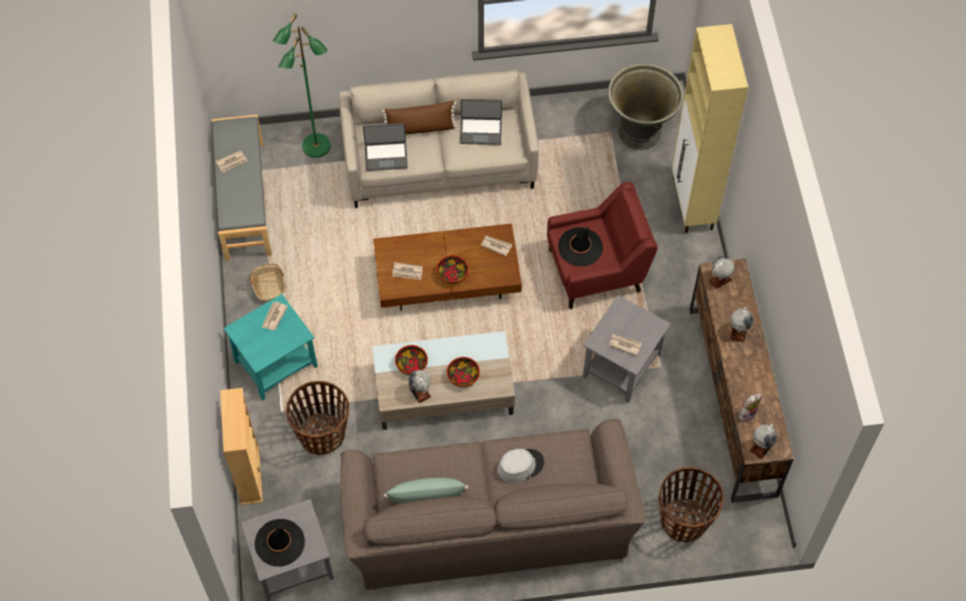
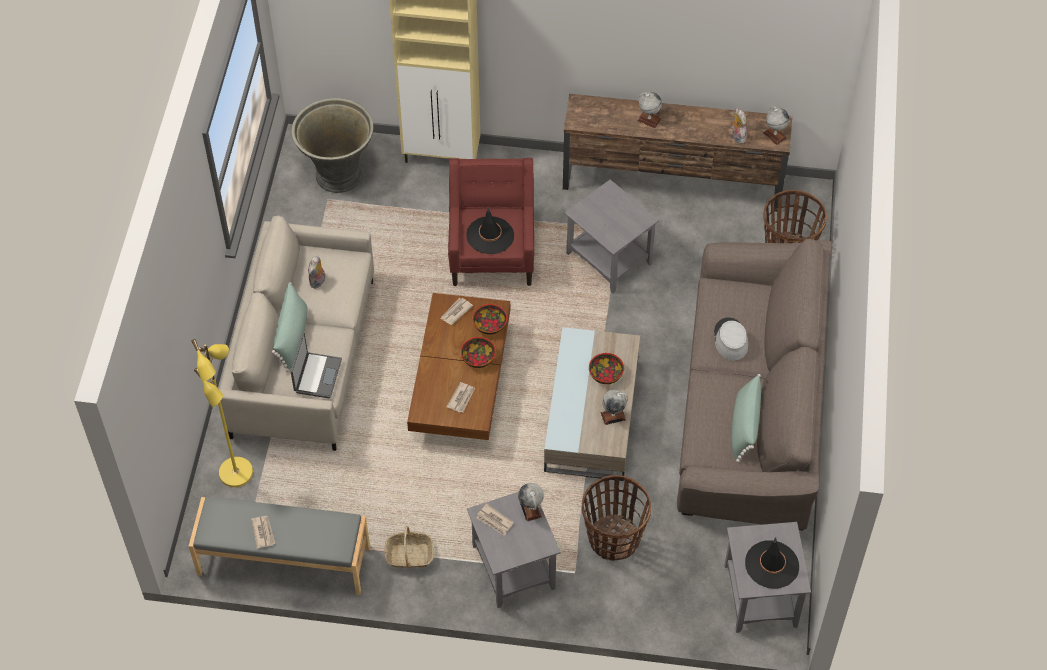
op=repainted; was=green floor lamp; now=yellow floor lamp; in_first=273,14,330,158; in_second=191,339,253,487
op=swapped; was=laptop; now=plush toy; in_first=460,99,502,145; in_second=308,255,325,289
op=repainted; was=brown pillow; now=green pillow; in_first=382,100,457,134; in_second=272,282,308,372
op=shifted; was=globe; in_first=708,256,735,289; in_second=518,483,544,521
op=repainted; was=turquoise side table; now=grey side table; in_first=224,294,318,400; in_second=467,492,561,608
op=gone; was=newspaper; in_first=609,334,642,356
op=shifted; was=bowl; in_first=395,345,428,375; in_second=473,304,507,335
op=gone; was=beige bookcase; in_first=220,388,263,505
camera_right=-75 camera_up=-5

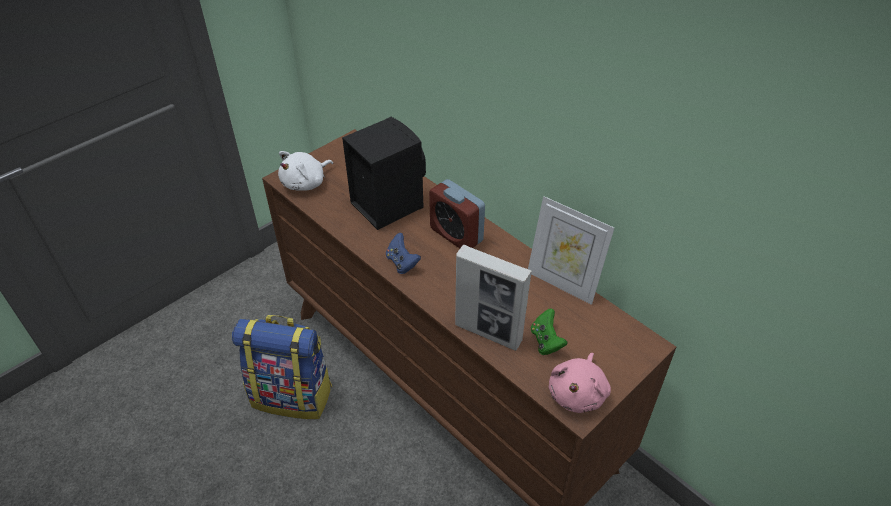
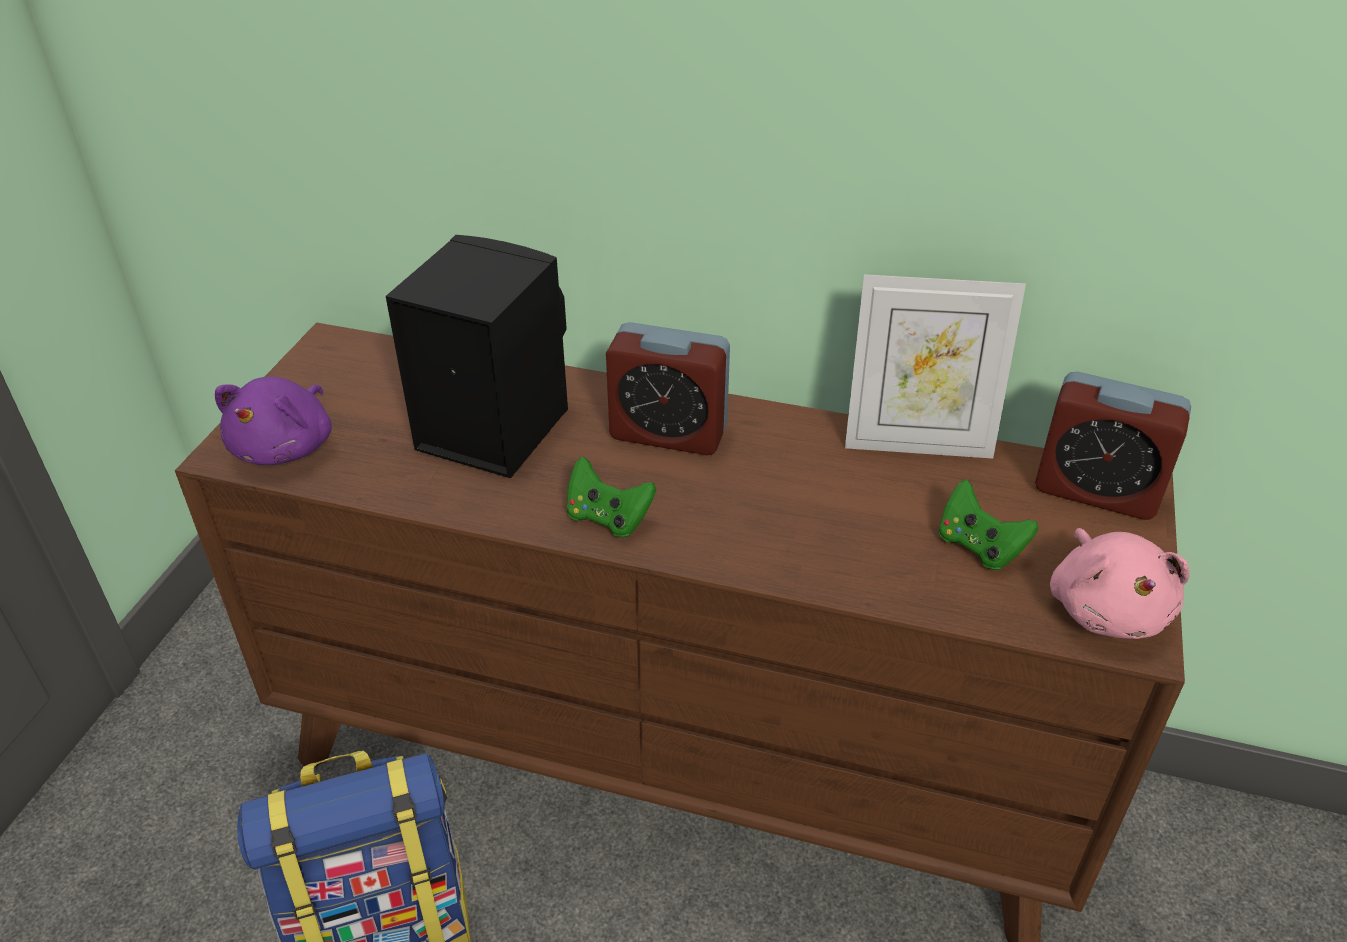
op=repainted; was=white plush toy; now=purple plush toy; in_first=278,151,333,191; in_second=215,376,332,465
op=repainted; was=blue game controller; now=green game controller; in_first=386,233,421,274; in_second=567,457,656,537
op=gone; was=picture frame; in_first=455,245,532,351
op=new; now=alarm clock; in_second=1035,372,1191,520
camera_right=-30 camera_up=-5

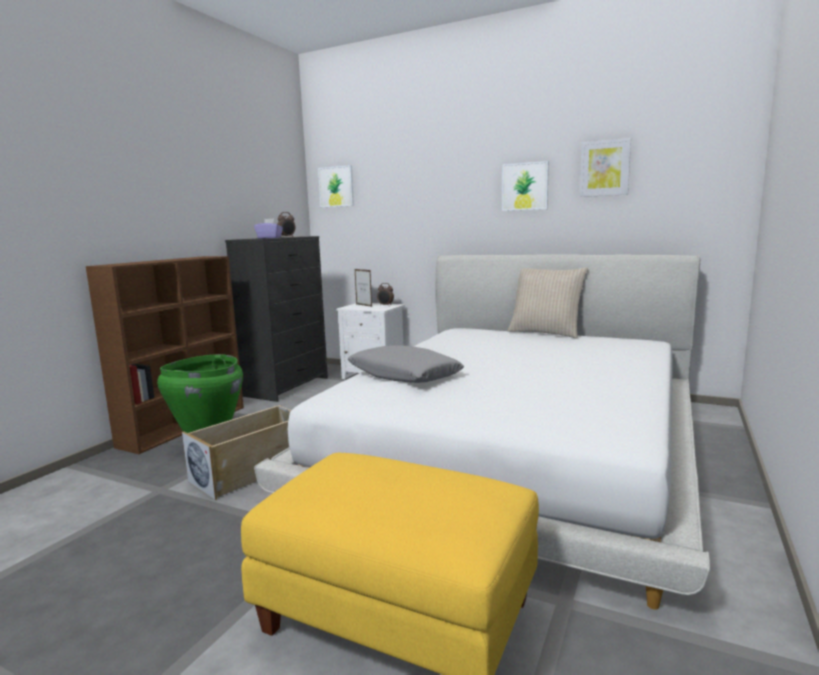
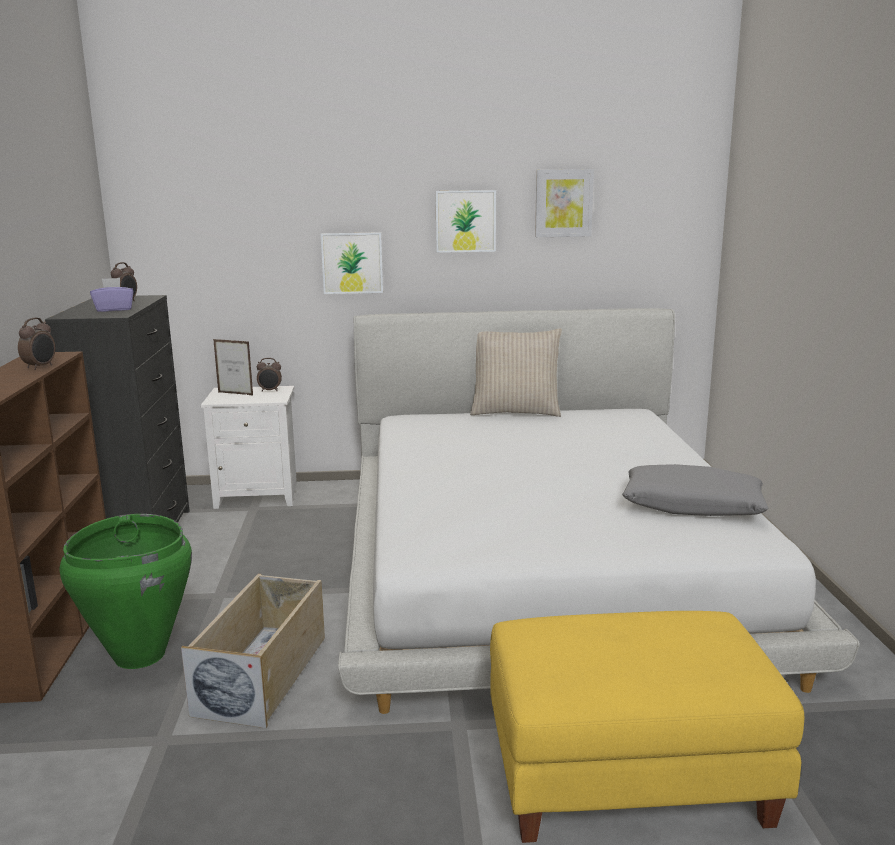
op=shifted; was=picture; in_first=318,165,354,207; in_second=321,232,383,294
op=shifted; was=grey pillow; in_first=348,345,464,383; in_second=622,464,768,516
op=new; now=alarm clock; in_second=18,318,55,370
camera_right=-30 camera_up=5

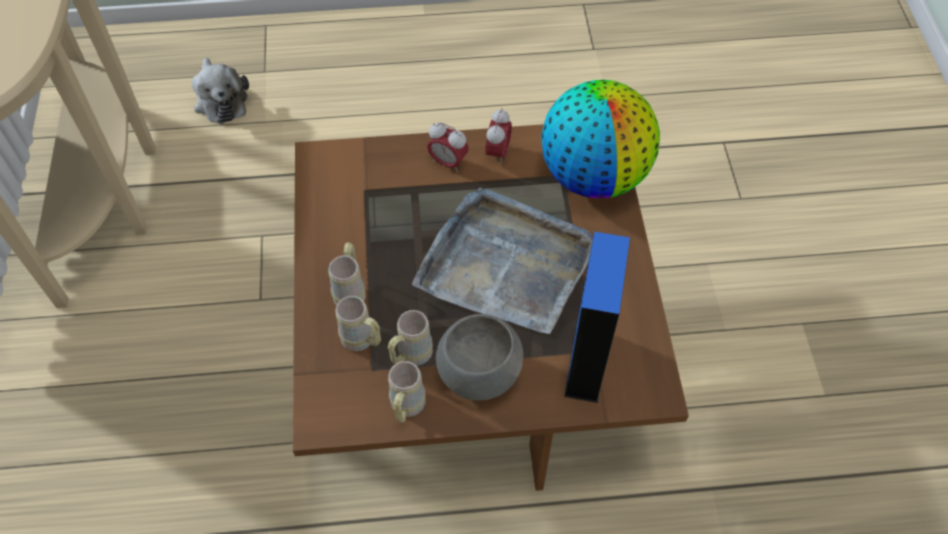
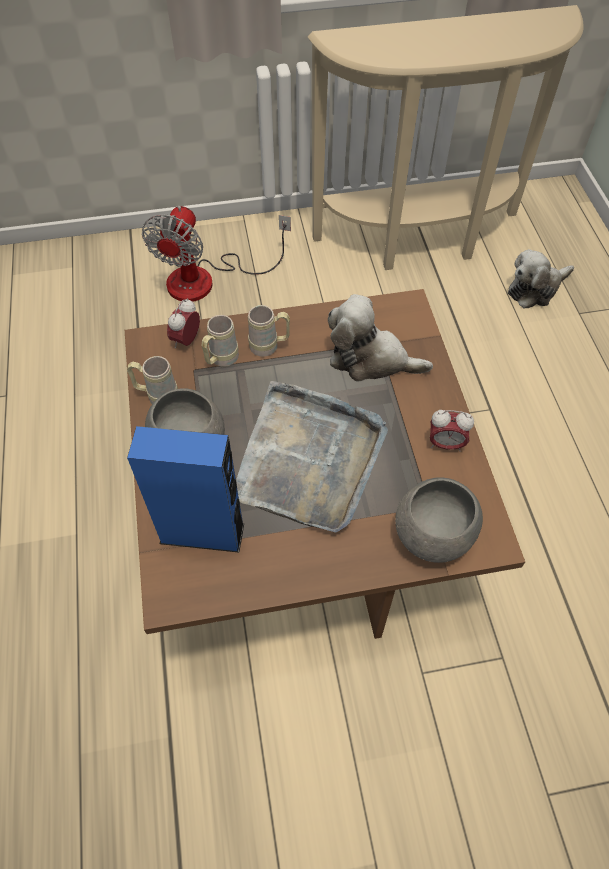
op=swapped; was=globe; now=grey bowl; in_first=541,80,660,198; in_second=395,477,483,563
op=shifted; was=alarm clock; in_first=427,123,469,172; in_second=167,298,200,348
op=gone; was=beige mug; in_first=388,310,433,366
op=new; now=fan; in_second=142,206,291,302
op=new; now=plush toy; in_second=328,294,433,381
camera_right=85 camera_up=0

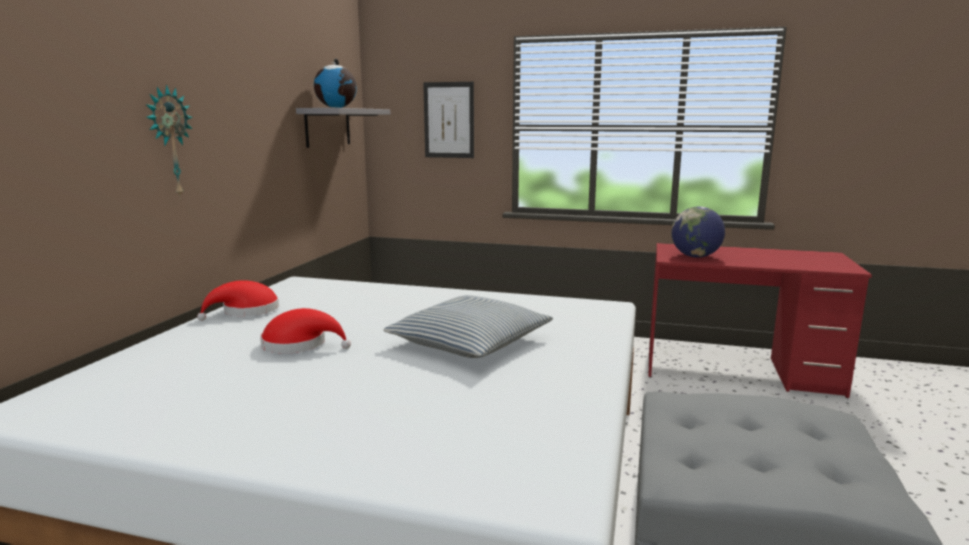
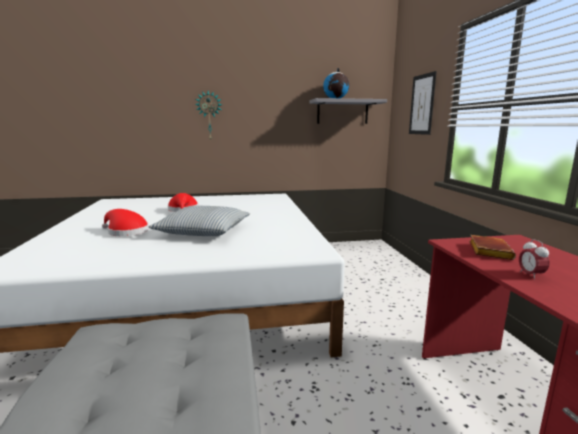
op=swapped; was=globe; now=brown book; in_first=671,206,725,258; in_second=469,235,516,260
op=shifted; was=red hat; in_first=197,280,279,321; in_second=102,209,149,236
op=new; now=alarm clock; in_second=519,239,549,280
camera_right=65 camera_up=0

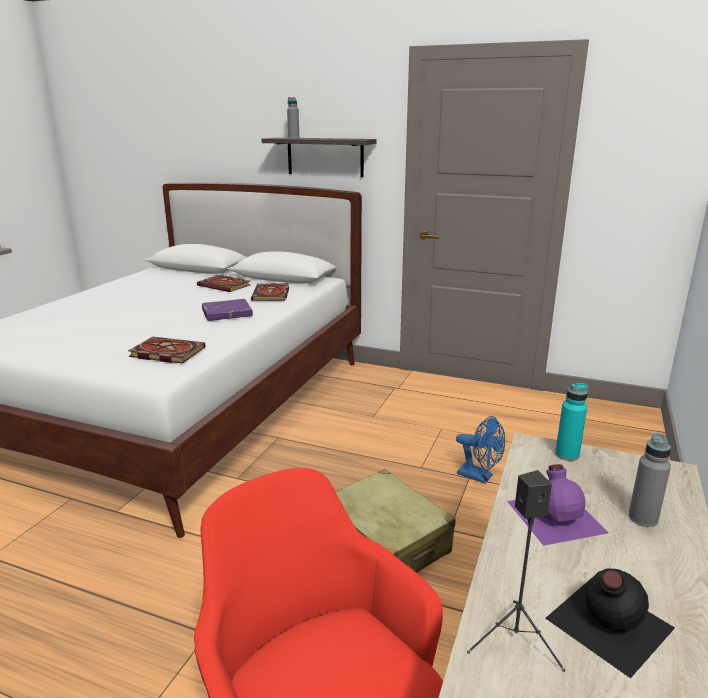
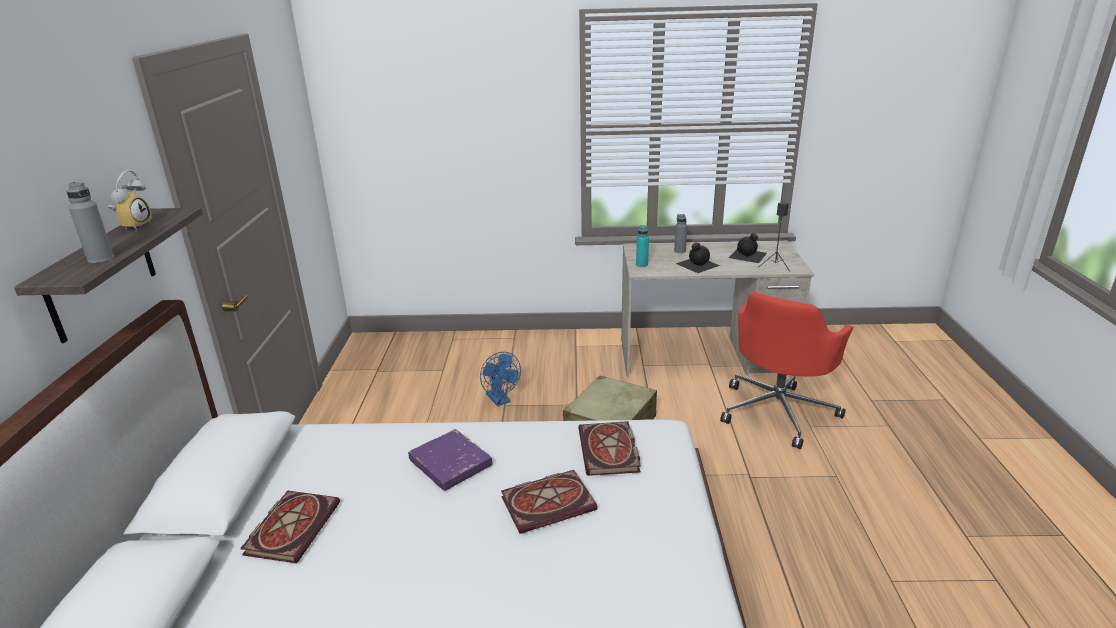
op=shifted; was=book; in_first=251,283,289,301; in_second=501,470,598,534
op=rotated; was=blue fan; in_first=456,416,505,484; in_second=480,352,521,406; clockwise=135
op=repainted; was=purple bottle; now=black bottle; in_first=507,464,608,546; in_second=676,242,720,273
op=new; now=alarm clock; in_second=108,170,152,230
camera_right=-110 camera_up=5

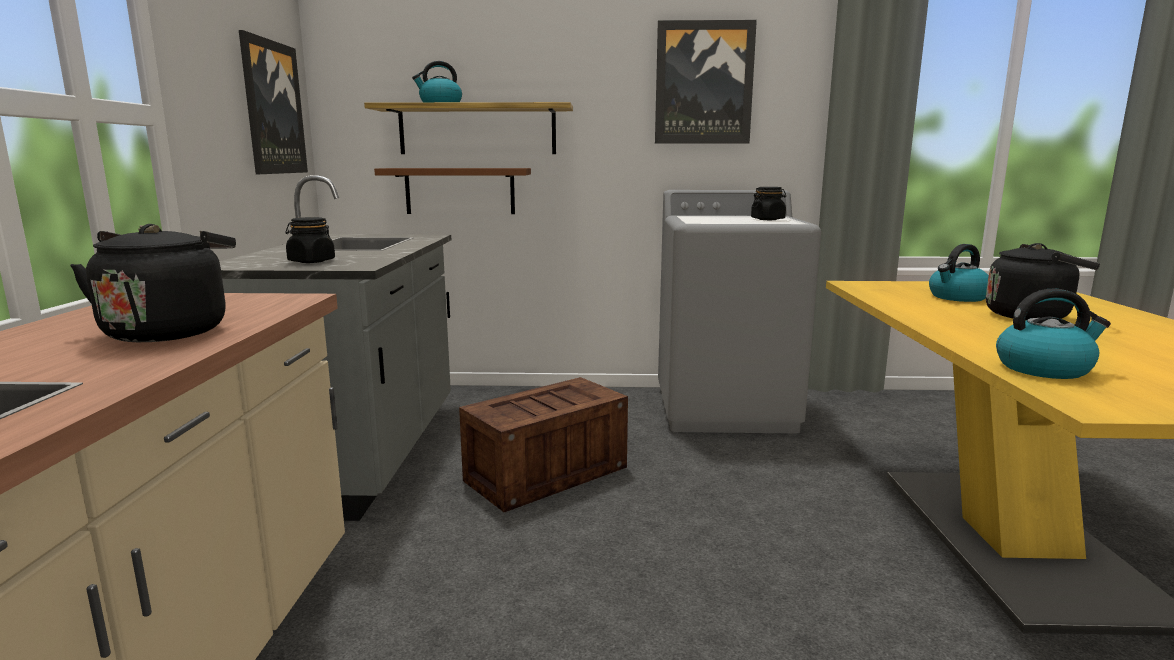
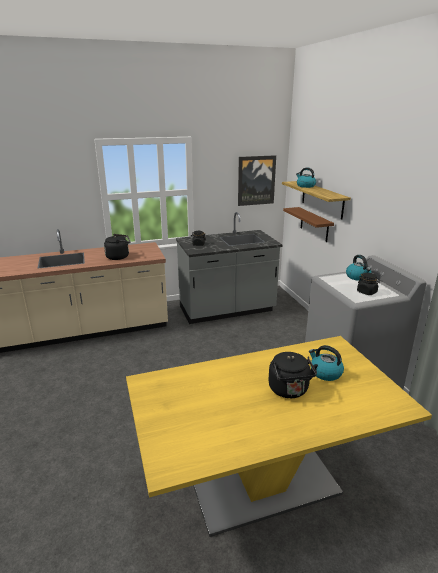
op=gone; was=picture; in_first=655,20,757,144
op=shifted; was=kettle; in_first=996,288,1111,379; in_second=346,255,372,281
op=gone; was=crate; in_first=459,377,628,512
camera_right=70 camera_up=10

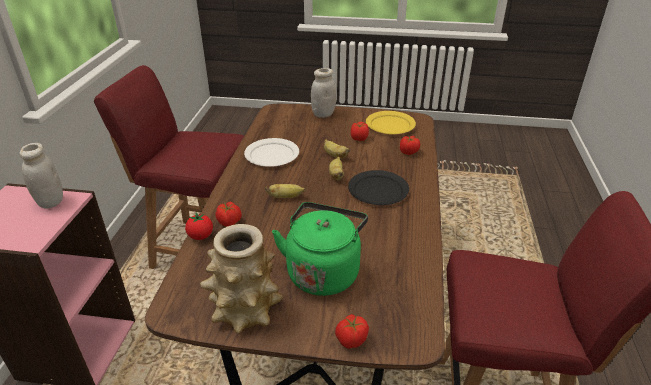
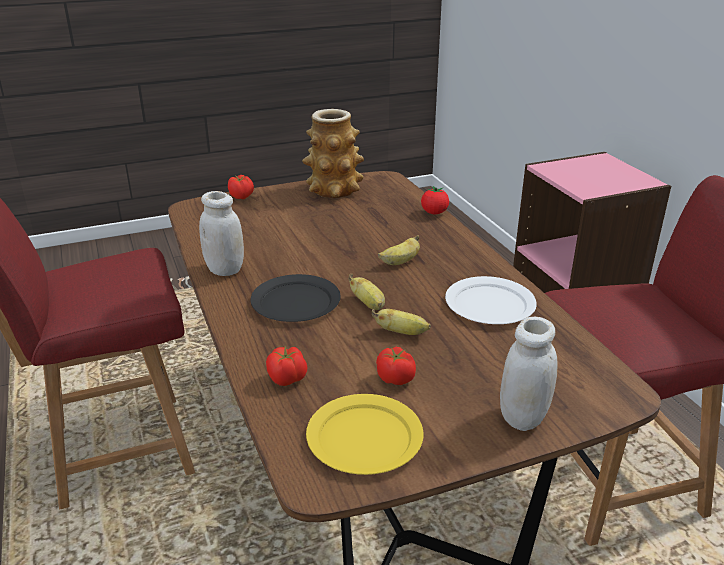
op=shifted; was=white jar; in_first=19,143,63,209; in_second=199,191,244,276
op=gone; was=tomato; in_first=215,202,242,227
op=gone; was=green kettle; in_first=272,202,368,296
camera_right=150 camera_up=-5

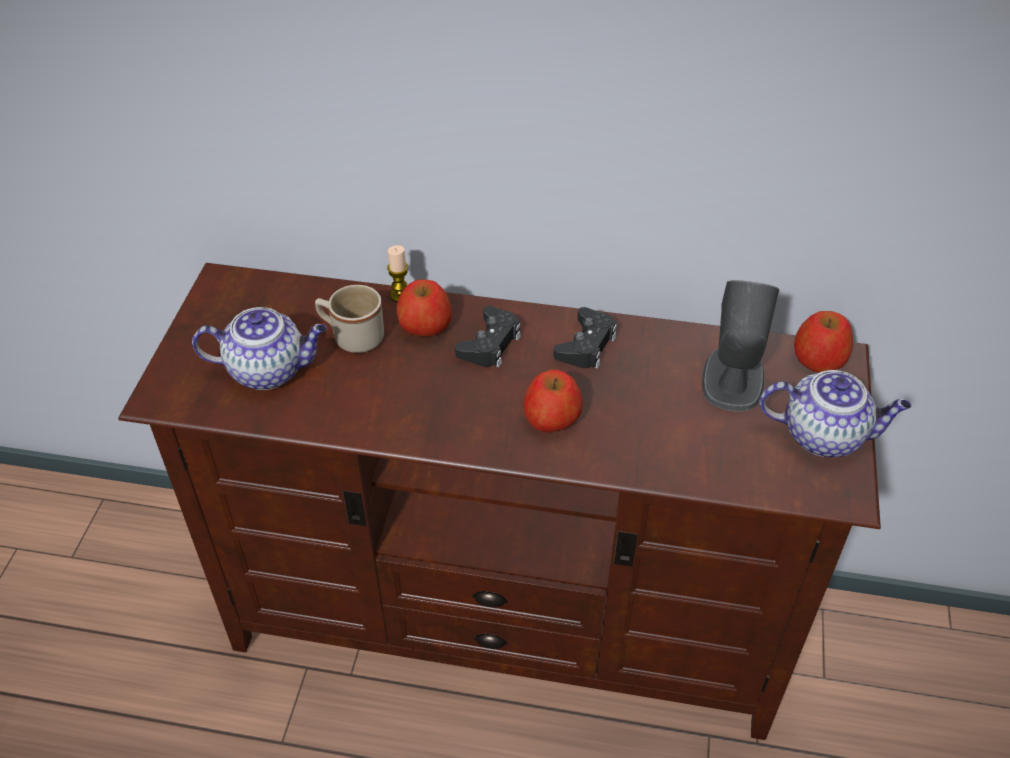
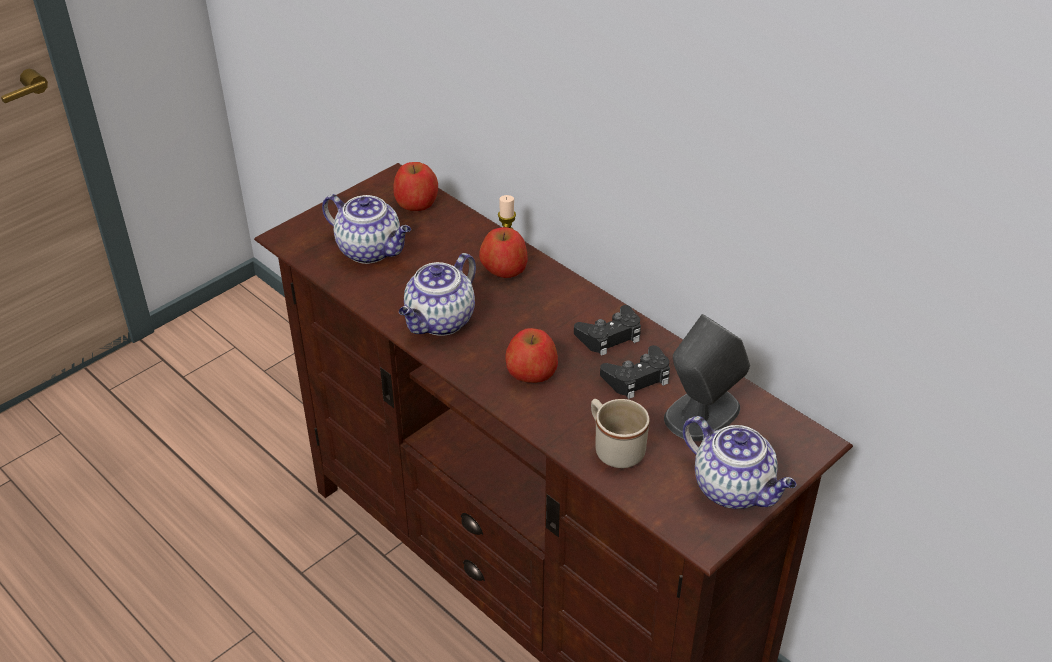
op=shifted; was=beige mug; in_first=315,285,384,353; in_second=591,399,650,468
op=shifted; was=black game controller; in_first=455,306,521,367; in_second=600,345,670,399
op=shifted; was=apple; in_first=794,311,853,372; in_second=393,162,438,211
op=new; now=teapot; in_second=399,253,476,336
camera_right=35 camera_up=-5

